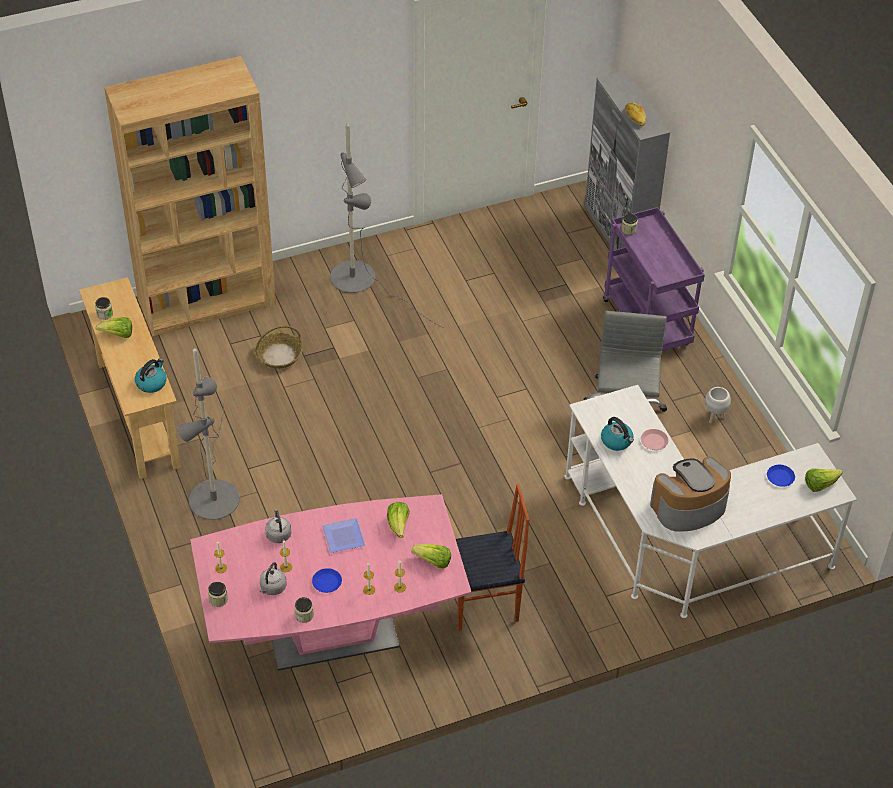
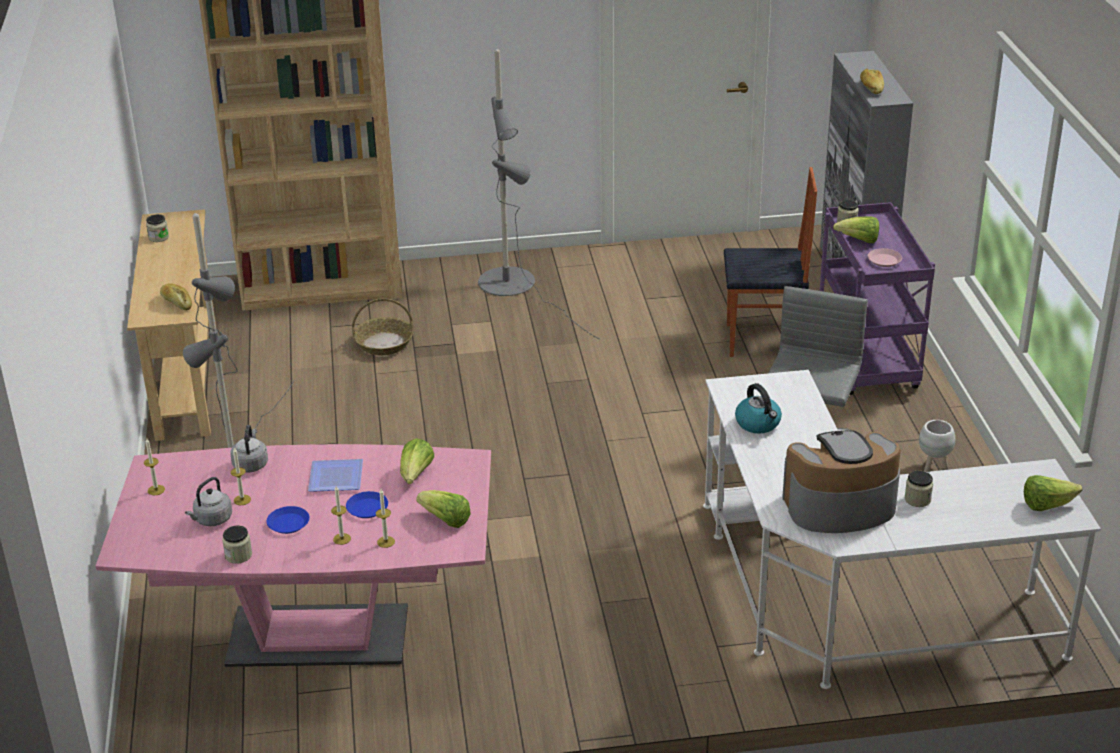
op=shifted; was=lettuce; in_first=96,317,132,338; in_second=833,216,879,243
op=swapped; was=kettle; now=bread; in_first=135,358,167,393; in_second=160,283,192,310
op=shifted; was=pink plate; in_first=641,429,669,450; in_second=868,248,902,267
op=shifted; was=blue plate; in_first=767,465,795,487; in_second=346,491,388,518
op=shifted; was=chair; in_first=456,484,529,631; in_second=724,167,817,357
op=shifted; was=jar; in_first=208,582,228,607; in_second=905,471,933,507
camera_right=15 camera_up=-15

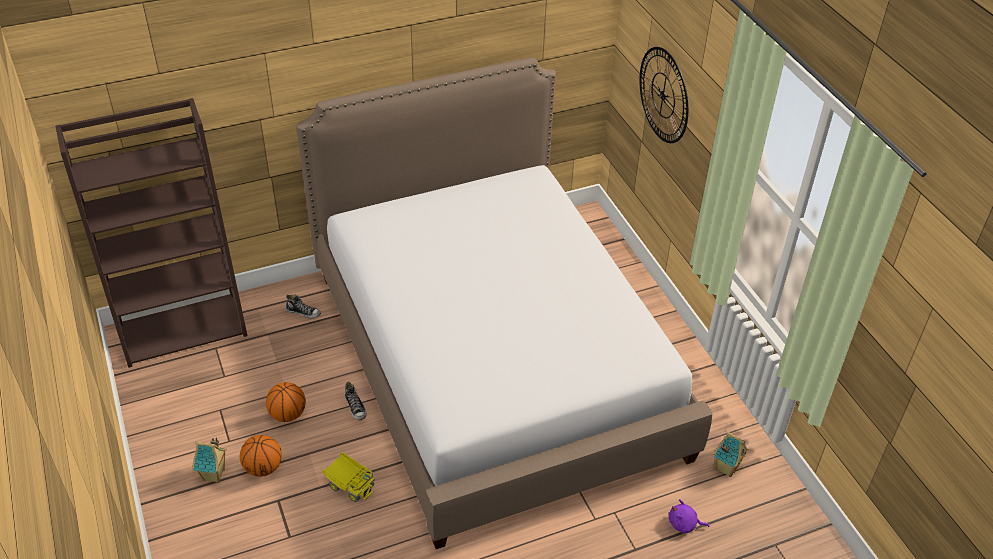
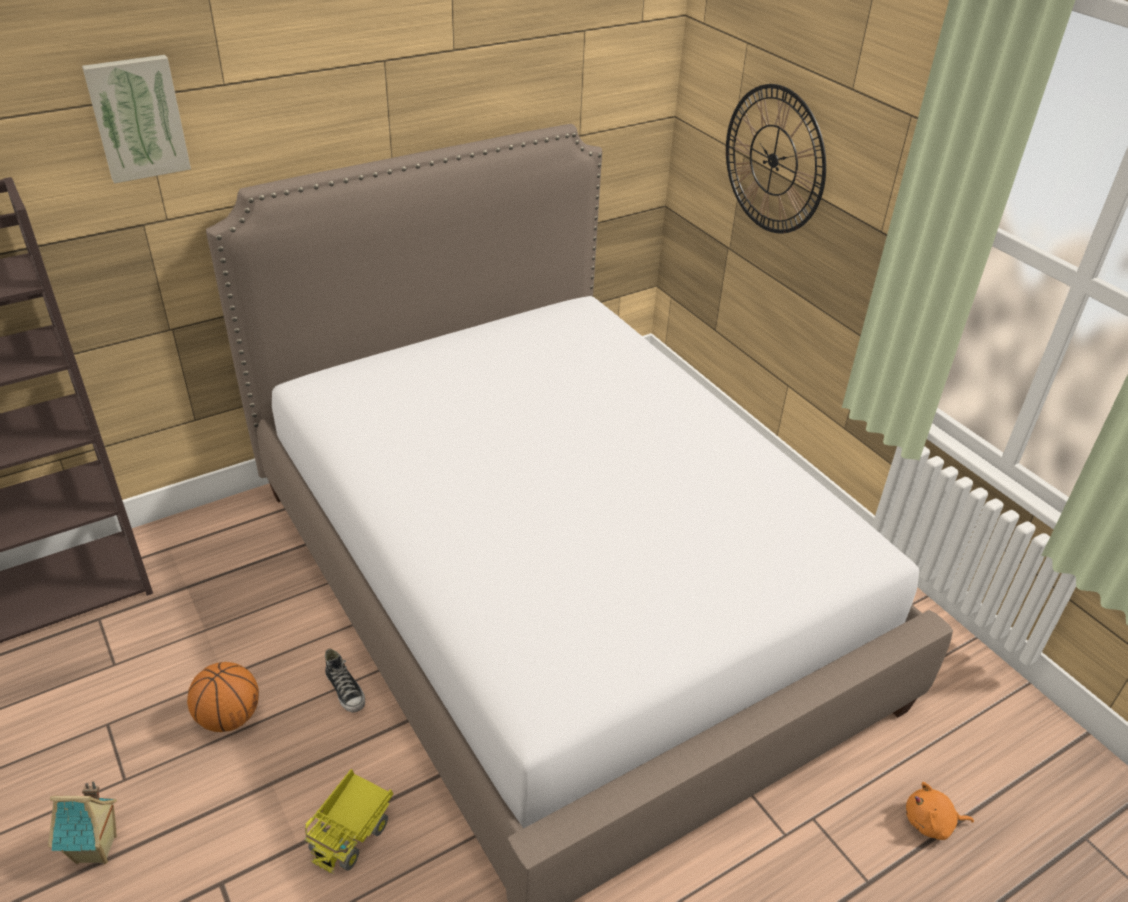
op=gone; was=shoe; in_first=286,294,321,319
op=gone; was=toy house; in_first=713,432,749,477
op=gone; was=basketball; in_first=240,435,282,477
op=rotated; was=toy truck; in_first=322,452,375,503; in_second=305,769,393,874; clockwise=90
op=repainted; was=purple plush toy; now=orange plush toy; in_first=669,499,709,533; in_second=906,782,974,840
op=new; now=picture; in_second=82,55,191,183
camera_right=-10 camera_up=-5

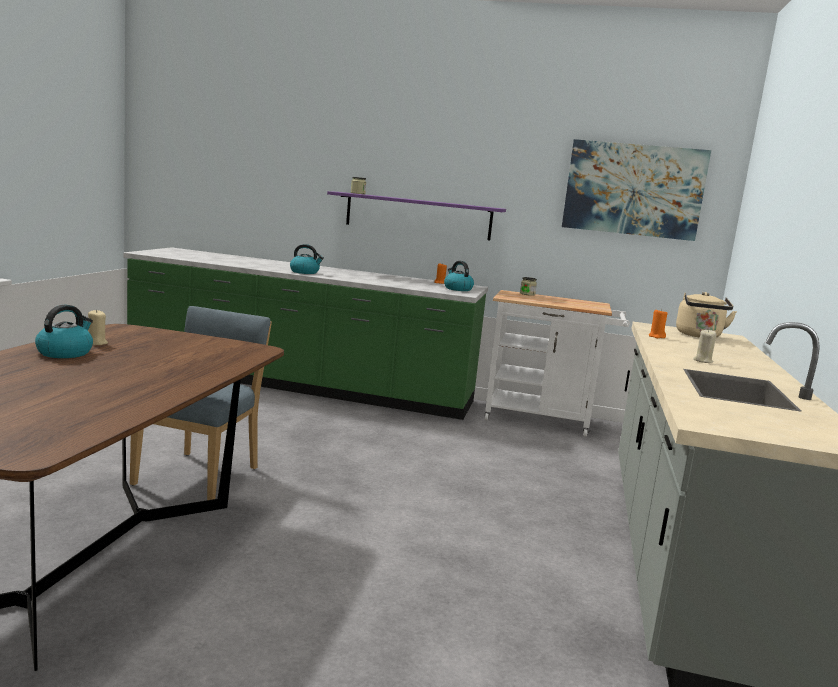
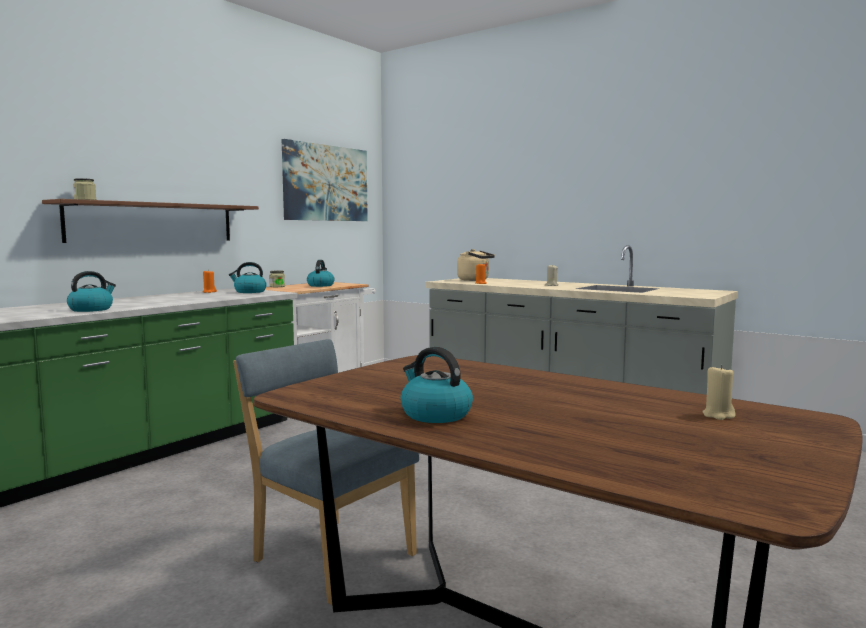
op=repainted; was=purple shelf; now=brown shelf; in_first=327,191,506,240; in_second=42,199,259,243
op=shifted; was=beige candle; in_first=88,310,108,345; in_second=702,365,736,420
op=new; now=kettle; in_second=307,260,335,287
camera_right=-65 camera_up=-5

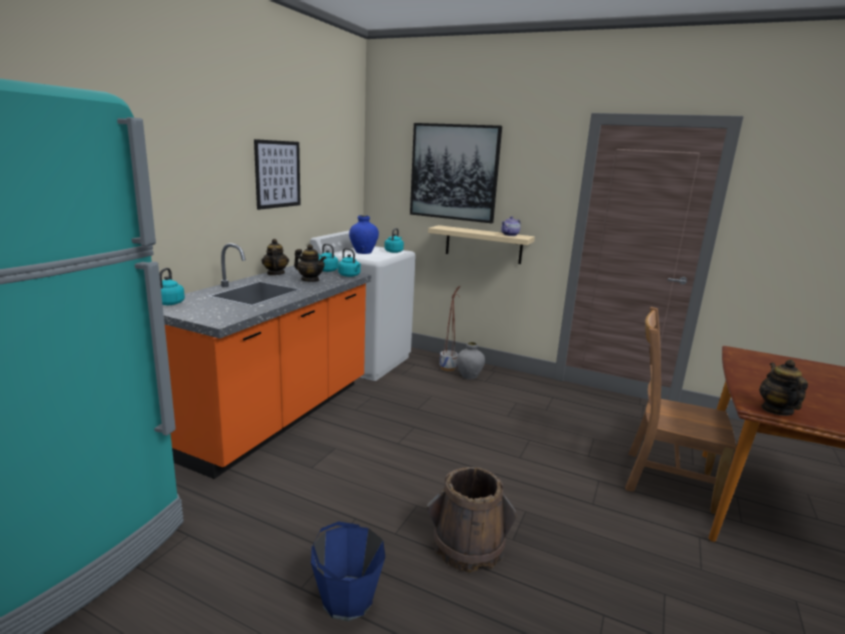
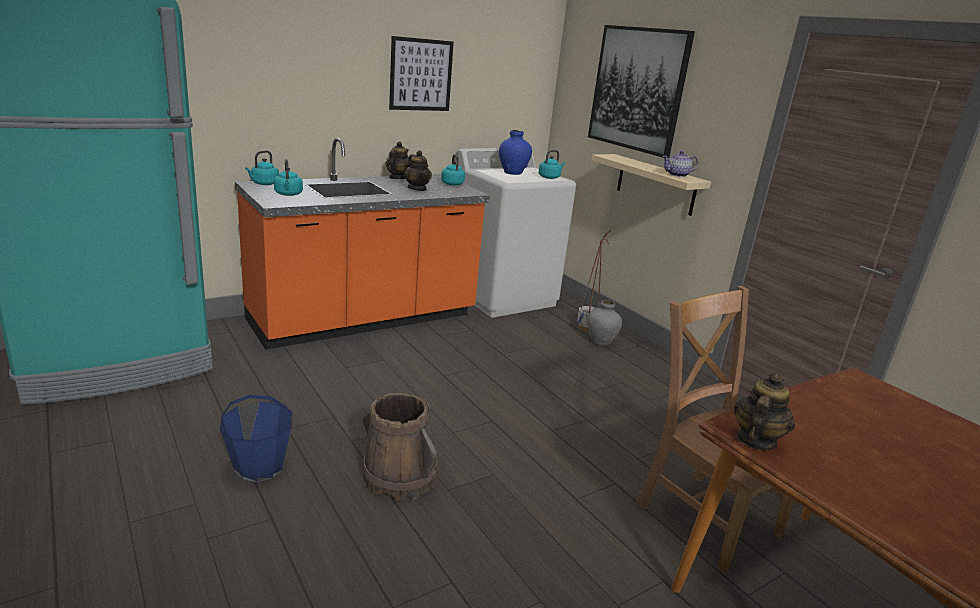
op=shifted; was=turquoise kettle; in_first=338,248,361,277; in_second=274,159,303,196
camera_right=30 camera_up=5

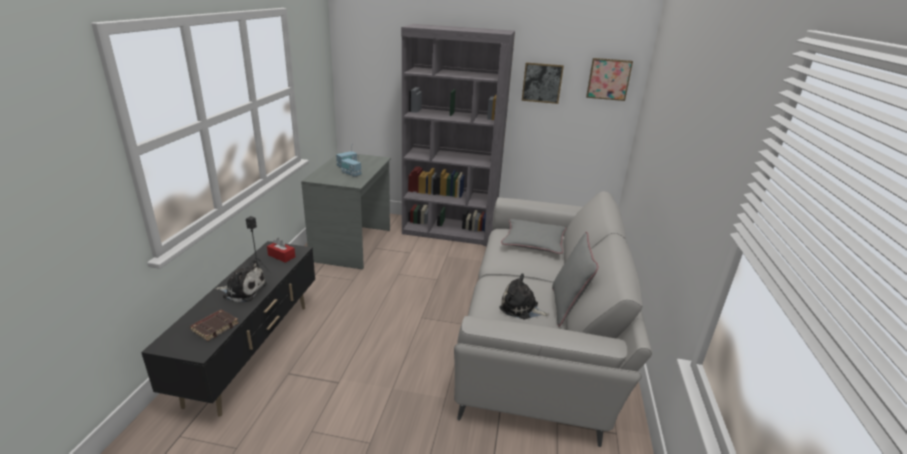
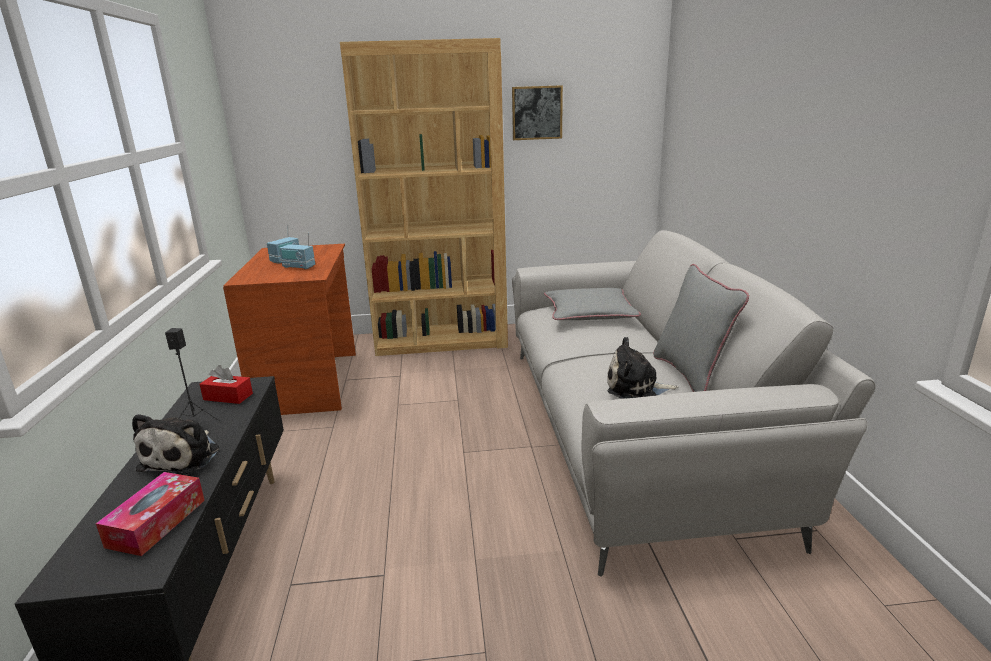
op=repainted; was=grey bookcase; now=brown bookcase; in_first=401,24,515,246; in_second=340,38,508,356
op=gone; was=picture; in_first=586,58,633,101
op=repainted; was=grey desk; now=brown desk; in_first=301,152,391,270; in_second=223,244,356,415
op=rotated; was=plush toy; in_first=215,260,267,302; in_second=132,414,219,475; clockwise=105
op=swapped; was=brown book; now=tissue box; in_first=190,310,238,341; in_second=96,472,205,556
camera_right=-15 camera_up=-5

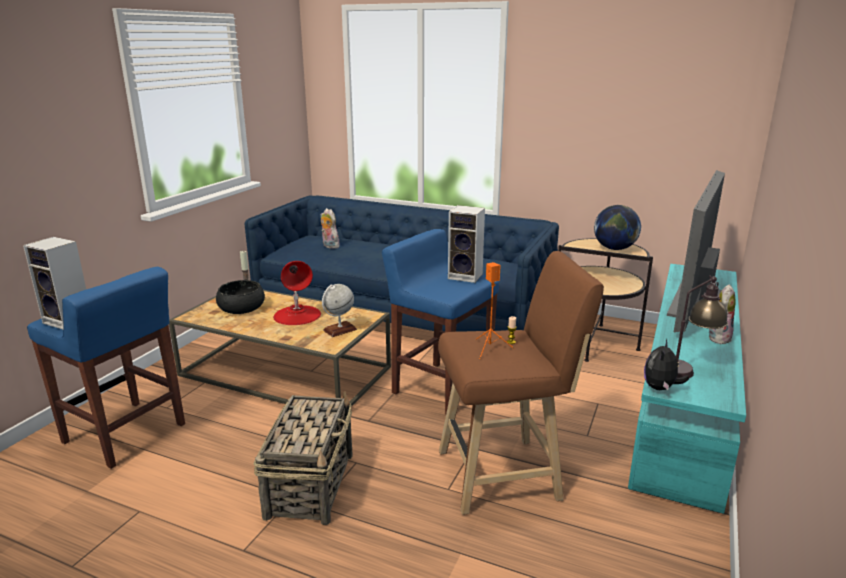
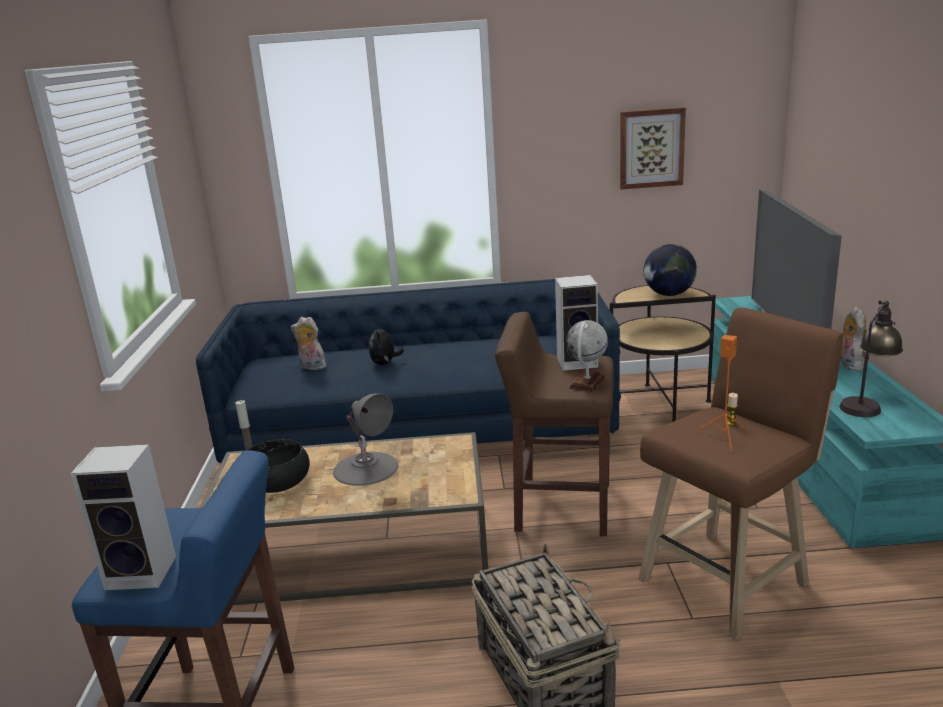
op=repainted; was=blue stool; now=brown stool; in_first=382,229,499,415; in_second=495,312,614,536
op=repainted; was=red table lamp; now=grey table lamp; in_first=273,261,321,325; in_second=333,393,398,486
op=shifted; was=globe; in_first=322,284,357,337; in_second=566,320,608,392
op=shifted; was=plush toy; in_first=644,339,689,391; in_second=368,323,404,365
op=new; now=picture; in_second=620,107,686,189
camera_right=-25 camera_up=0

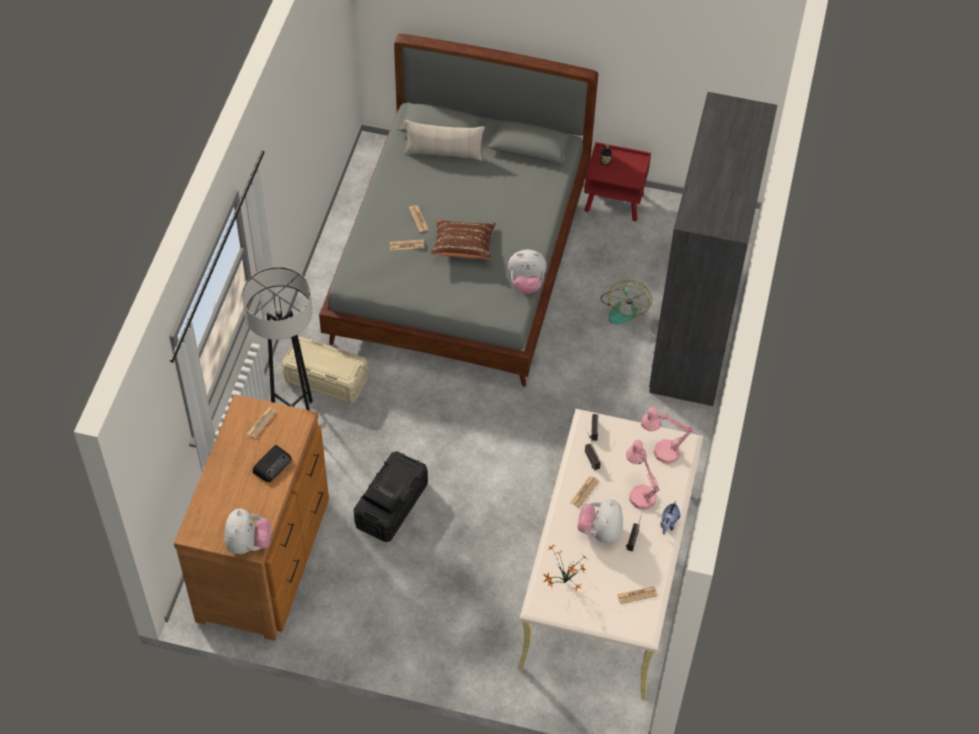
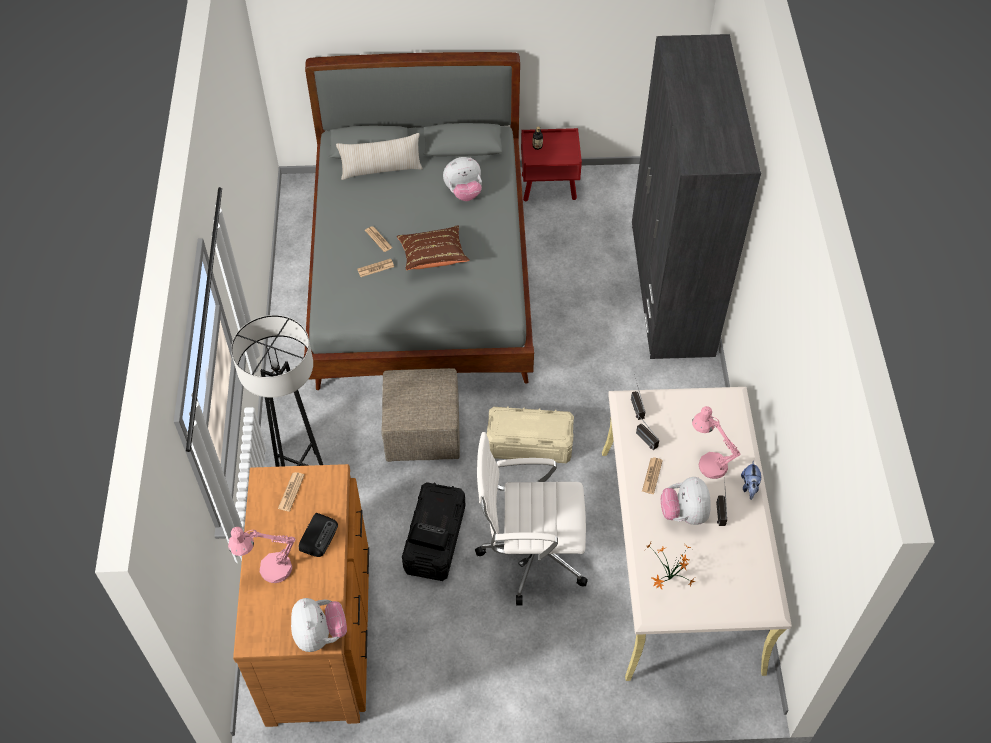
op=shifted; was=plush toy; in_first=508,249,547,294; in_second=443,157,482,201
op=gone; was=fan; in_first=600,280,652,324
op=shifted; was=beige storage box; in_first=282,336,369,404; in_second=487,406,574,463
op=shifted; was=pink table lamp; in_first=641,407,694,464; in_second=228,527,296,583
op=gone; was=newspaper; in_first=617,586,658,604
op=new; now=beige ottoman; in_second=381,368,460,462
op=new; now=white office chair; in_second=475,432,588,605
camera_right=-15 camera_up=0

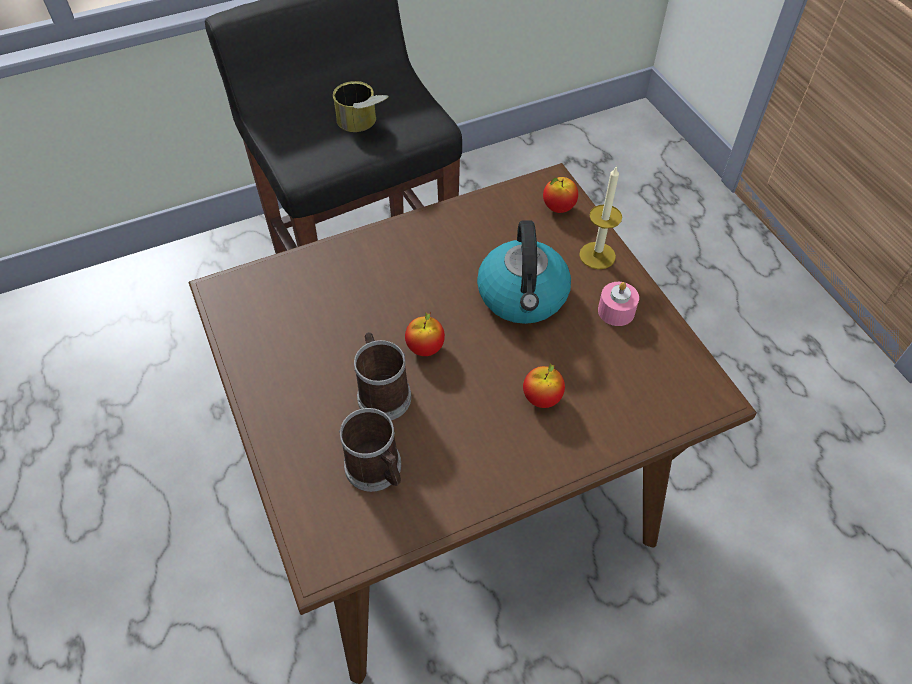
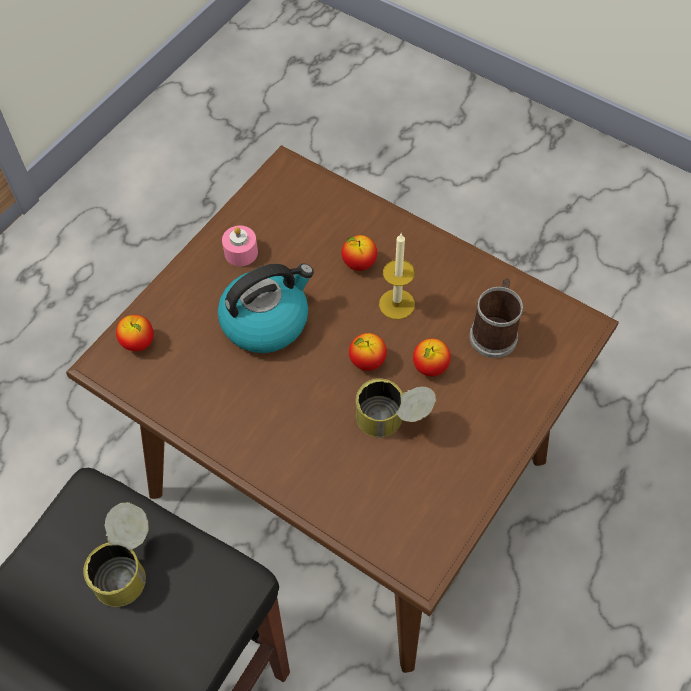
op=shifted; was=candle; in_first=579,165,622,269; in_second=379,233,415,320
op=swapped; was=mug; now=apple; in_first=354,332,411,420; in_second=413,338,451,376
op=new; now=can; in_second=356,378,436,438
camera_right=-120 camera_up=5

